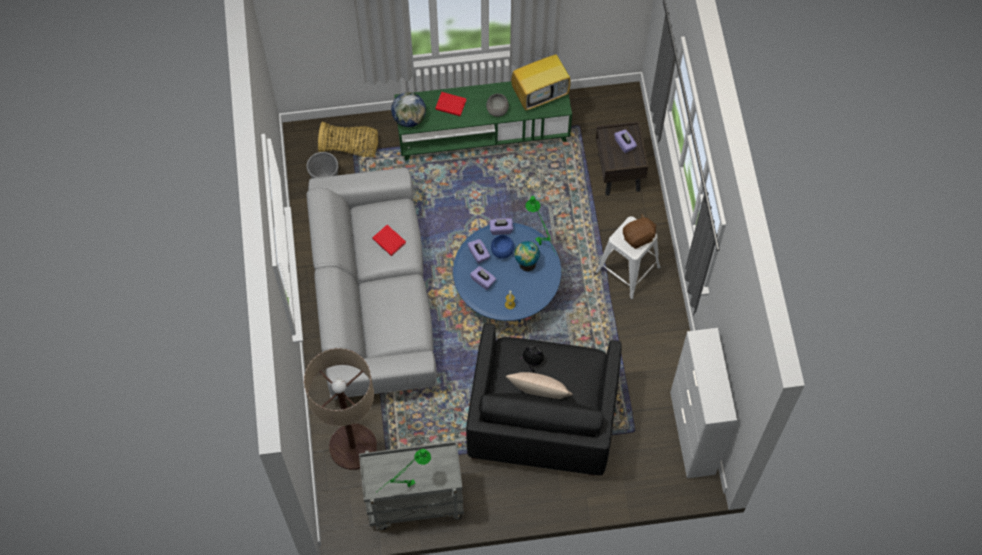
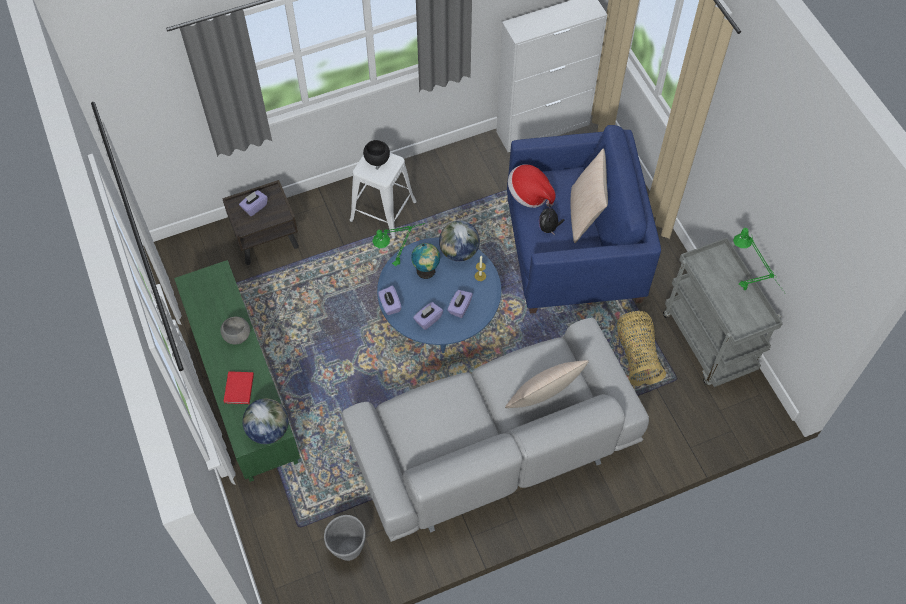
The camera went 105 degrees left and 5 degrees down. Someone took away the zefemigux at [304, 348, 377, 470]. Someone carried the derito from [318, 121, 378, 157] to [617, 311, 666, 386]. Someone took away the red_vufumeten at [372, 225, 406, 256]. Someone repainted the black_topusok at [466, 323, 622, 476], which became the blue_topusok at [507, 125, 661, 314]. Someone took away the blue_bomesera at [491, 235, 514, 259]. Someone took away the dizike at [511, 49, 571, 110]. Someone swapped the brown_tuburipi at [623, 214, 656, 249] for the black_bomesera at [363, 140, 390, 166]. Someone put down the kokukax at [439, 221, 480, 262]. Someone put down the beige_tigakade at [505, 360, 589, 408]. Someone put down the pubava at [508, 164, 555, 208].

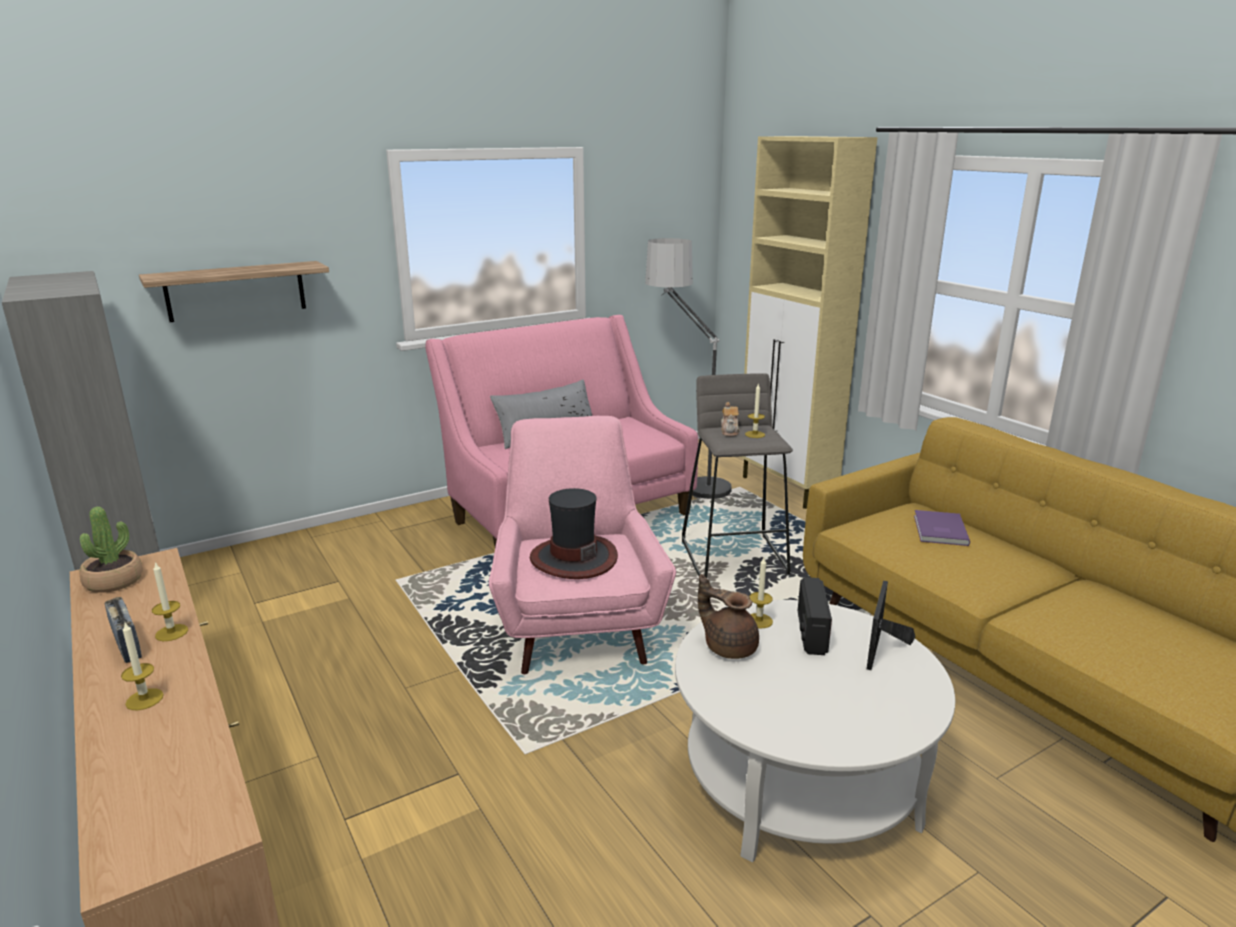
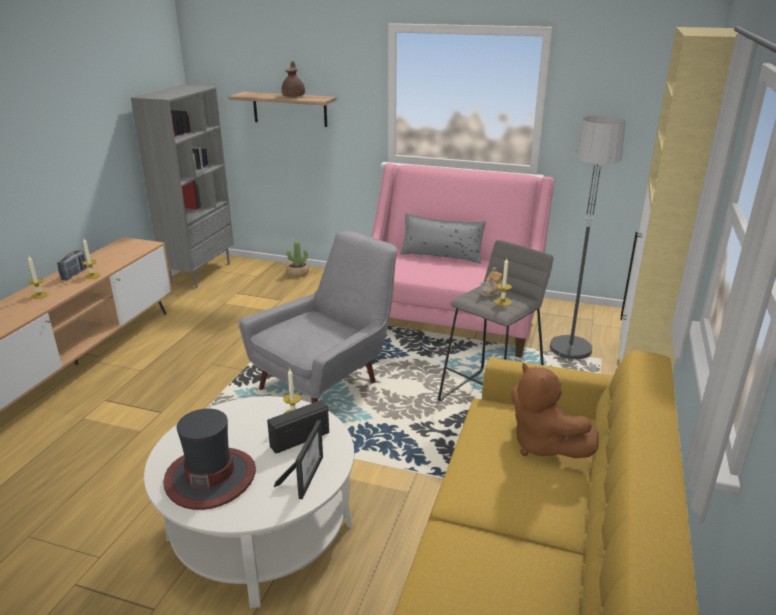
The camera went 50 degrees right and 5 degrees up. Someone carried the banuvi from [79, 507, 143, 593] to [286, 241, 309, 277]. Someone repainted the pink_topusok at [489, 416, 676, 674], which became the grey_topusok at [238, 230, 397, 403]. Someone carried the pubava from [530, 488, 618, 579] to [163, 409, 256, 510]. Someone carried the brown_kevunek from [698, 574, 759, 659] to [282, 61, 305, 97]. Someone rotated the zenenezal at [867, 581, 915, 670] by 120 degrees clockwise. Someone swapped the purple_vufumeten at [914, 510, 970, 546] for the brown_tuburipi at [511, 362, 599, 458].

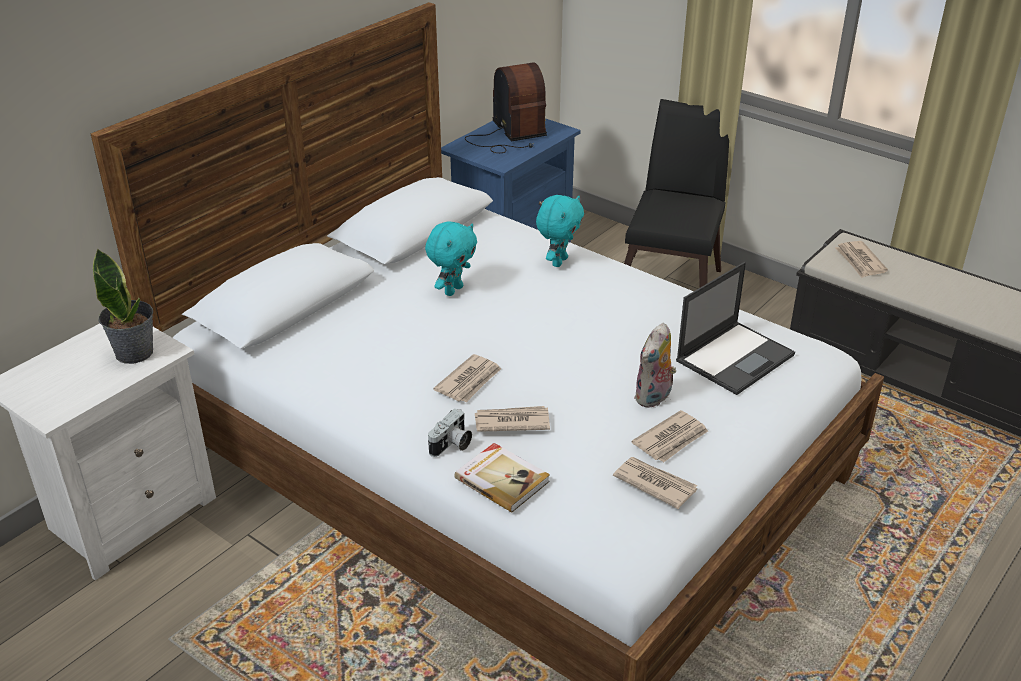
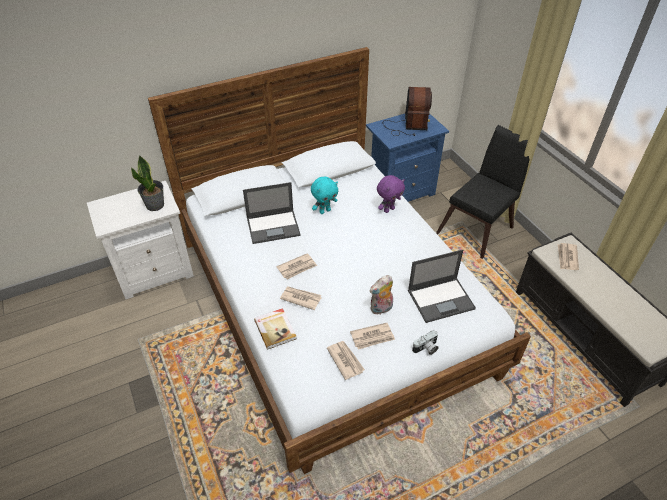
The camera went 25 degrees right and 10 degrees up. Someone carried the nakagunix from [428, 409, 472, 457] to [412, 330, 439, 355]. Someone repainted the turquoise_tuburipi at [536, 195, 584, 267], which became the purple_tuburipi at [377, 175, 405, 213]. Someone put down the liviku at [243, 182, 301, 244].

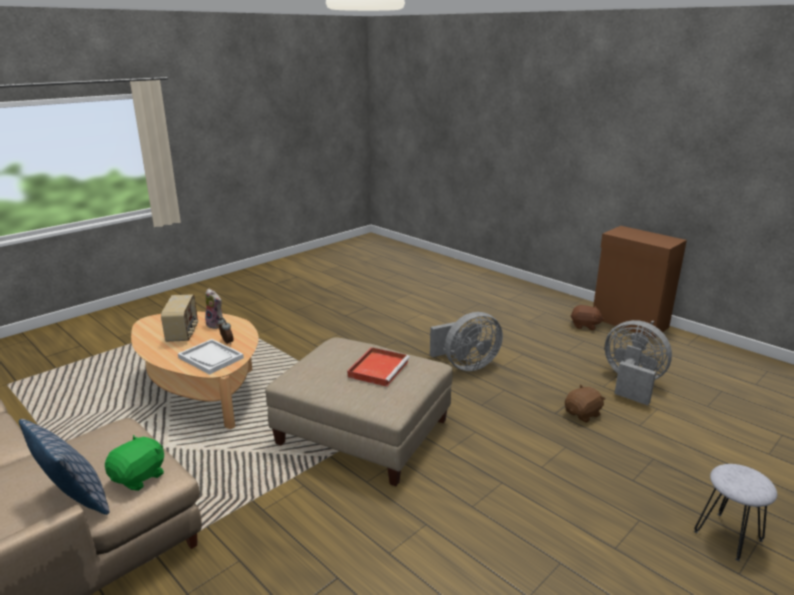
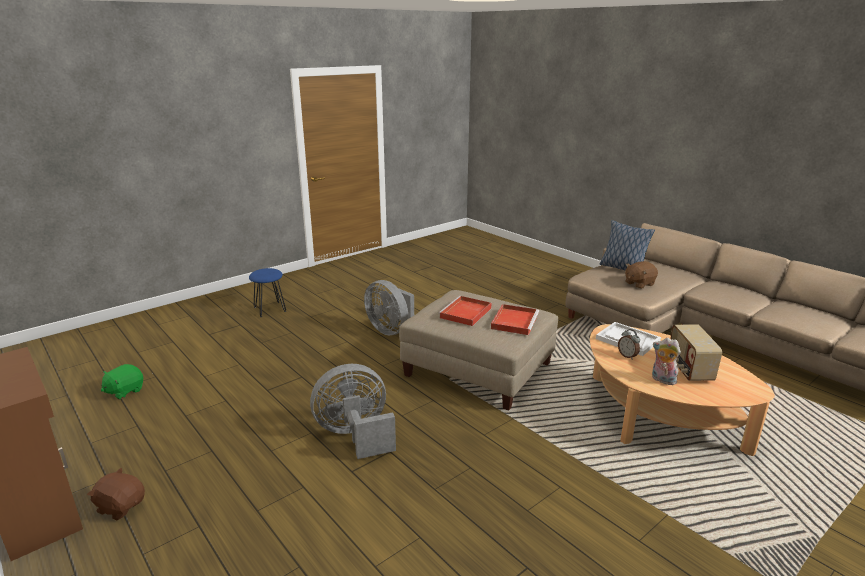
The camera went 175 degrees left and 0 degrees up. Someone carried the green_tuburipi from [105, 435, 164, 491] to [101, 364, 143, 400]. Someone carried the brown_tuburipi from [565, 384, 606, 423] to [625, 261, 658, 289]. Someone carried the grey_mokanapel from [605, 320, 672, 405] to [364, 280, 414, 335]. Someone repainted the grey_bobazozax at [694, 464, 777, 561], which became the blue_bobazozax at [249, 268, 286, 317]. Someone put down the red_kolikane at [491, 304, 539, 335].

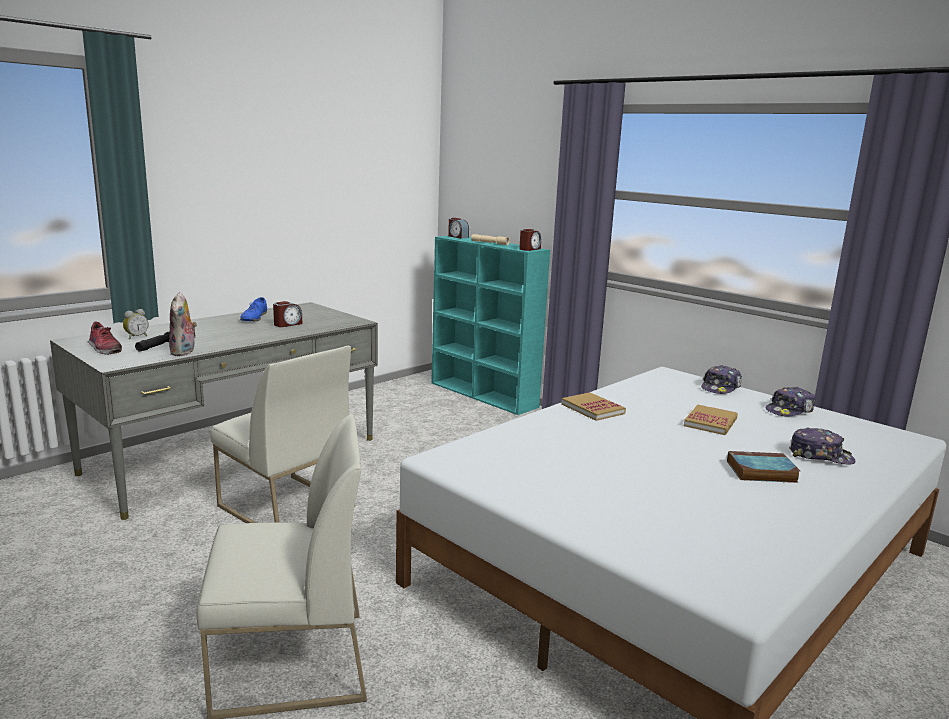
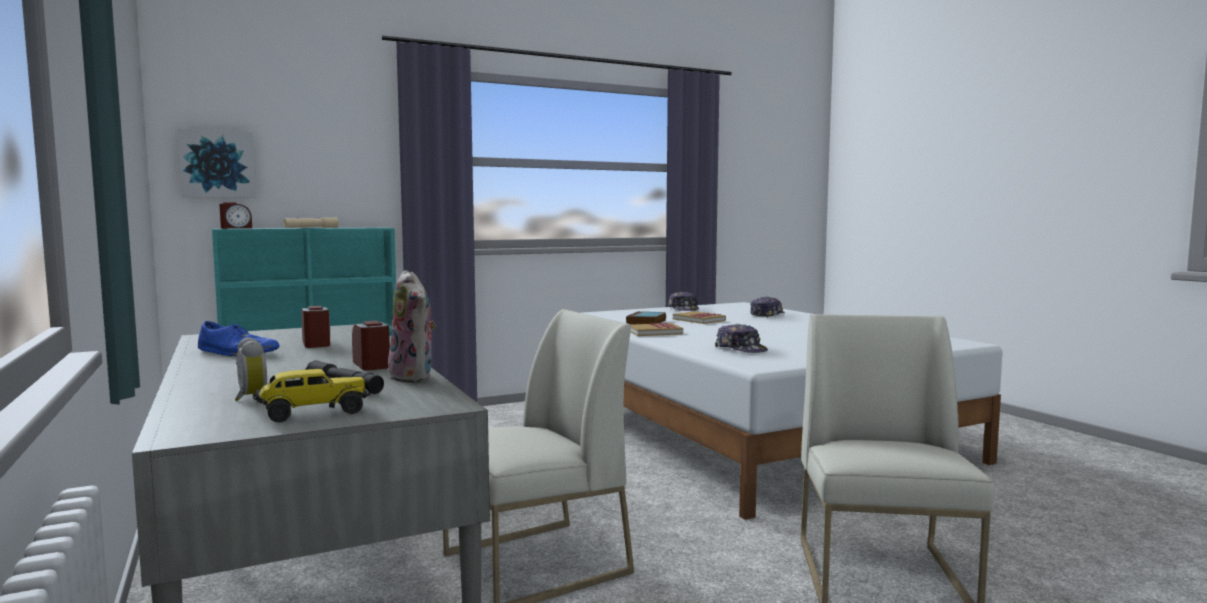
The camera went 70 degrees left and 10 degrees down. Someone swapped the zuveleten at [88, 322, 122, 355] for the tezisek at [252, 369, 370, 422]. Someone rotated the tuburipi at [169, 292, 197, 356] by 45 degrees clockwise. Someone carried the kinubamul from [519, 229, 541, 251] to [352, 321, 390, 370]. Someone carried the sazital from [701, 365, 742, 394] to [715, 324, 768, 353]. Someone carried the vufumeten from [727, 451, 800, 483] to [626, 311, 666, 325]. Someone put up the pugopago at [177, 128, 256, 198].

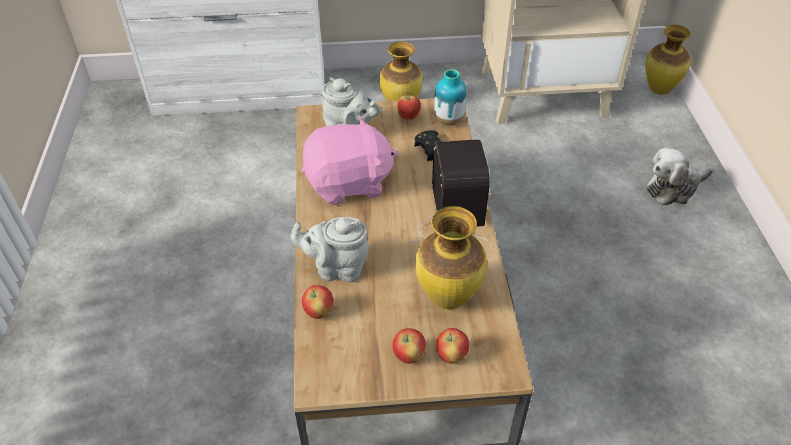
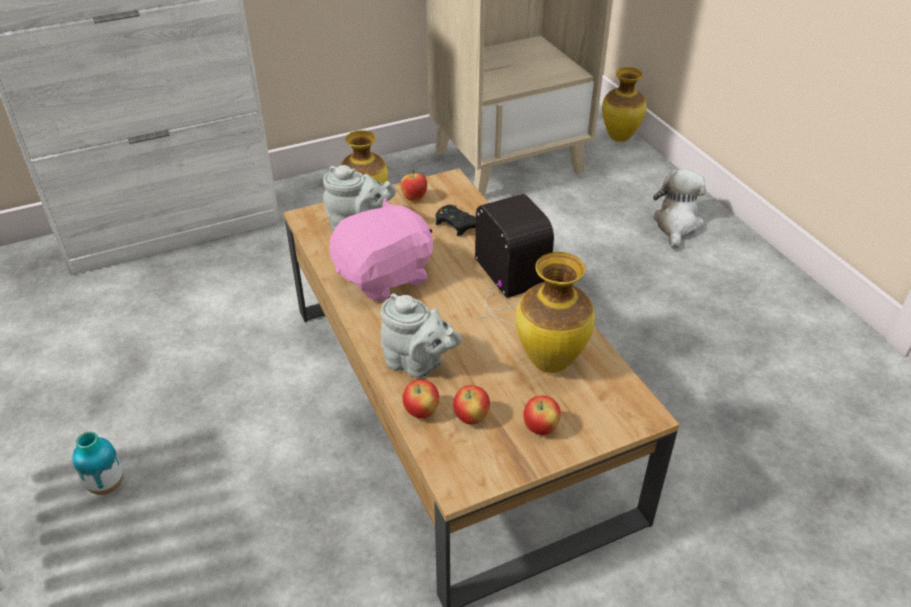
The camera went 20 degrees left and 5 degrees down. Someone rotated the grey_kevunek at [290, 217, 371, 282] by 135 degrees counterclockwise. Someone carried the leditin from [434, 69, 467, 125] to [73, 432, 123, 495]. Someone carried the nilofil from [436, 328, 469, 364] to [453, 385, 490, 425]. Someone rotated the tuburipi at [646, 147, 714, 205] by 150 degrees clockwise.

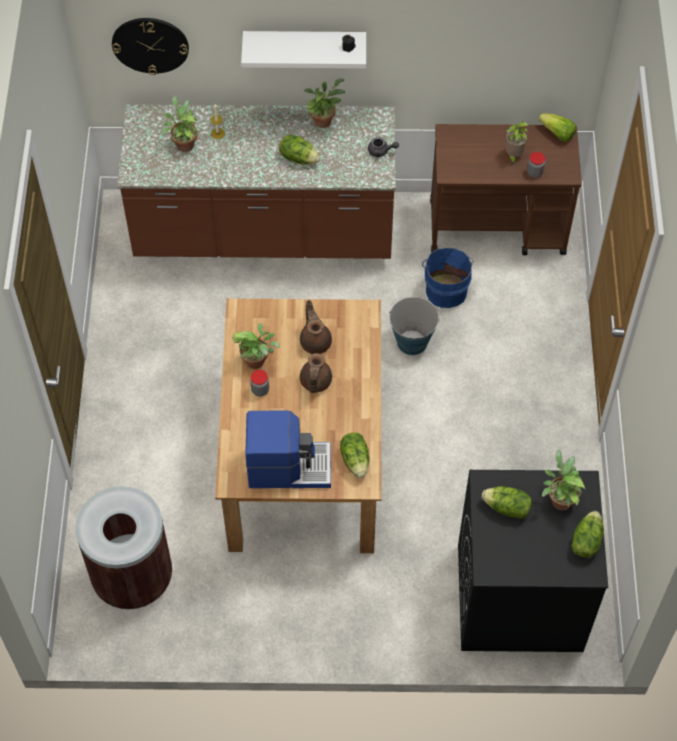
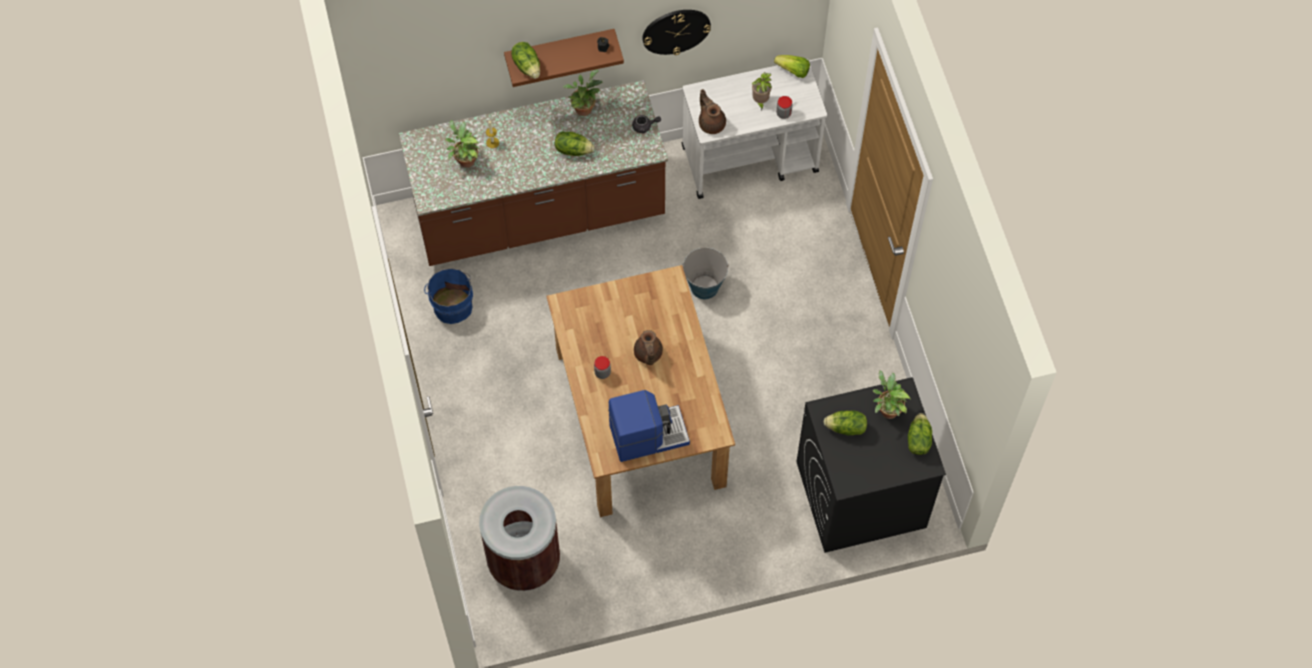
The camera went 15 degrees left and 5 degrees up. Someone carried the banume from [112, 18, 189, 75] to [642, 10, 711, 55]. Someone took away the banuvi at [232, 323, 280, 369]. Someone repainted the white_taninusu at [241, 31, 366, 68], which became the brown_taninusu at [504, 29, 624, 87]. Someone carried the brown_kevunek from [300, 300, 332, 354] to [699, 89, 726, 134]. Someone carried the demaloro from [340, 432, 369, 478] to [511, 42, 540, 79]. Someone carried the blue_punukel from [422, 247, 474, 308] to [424, 268, 473, 324]. Someone repainted the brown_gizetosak at [430, 124, 582, 255], which became the white_gizetosak at [681, 59, 827, 199].

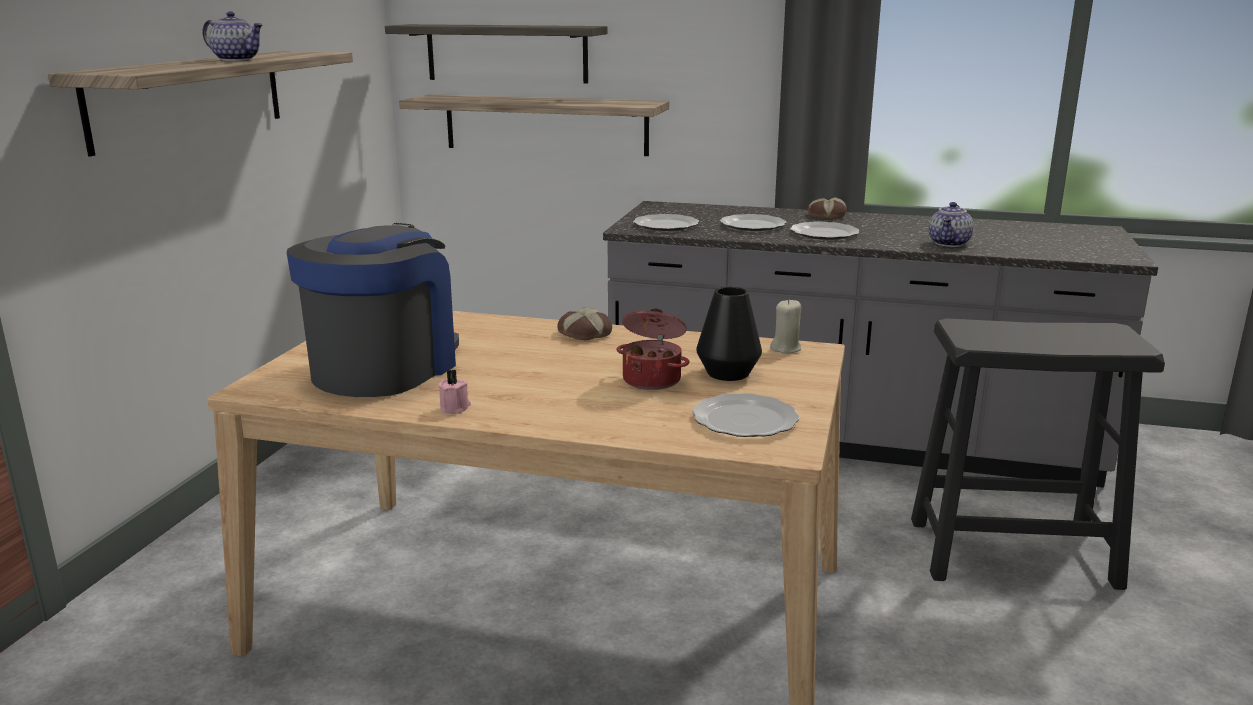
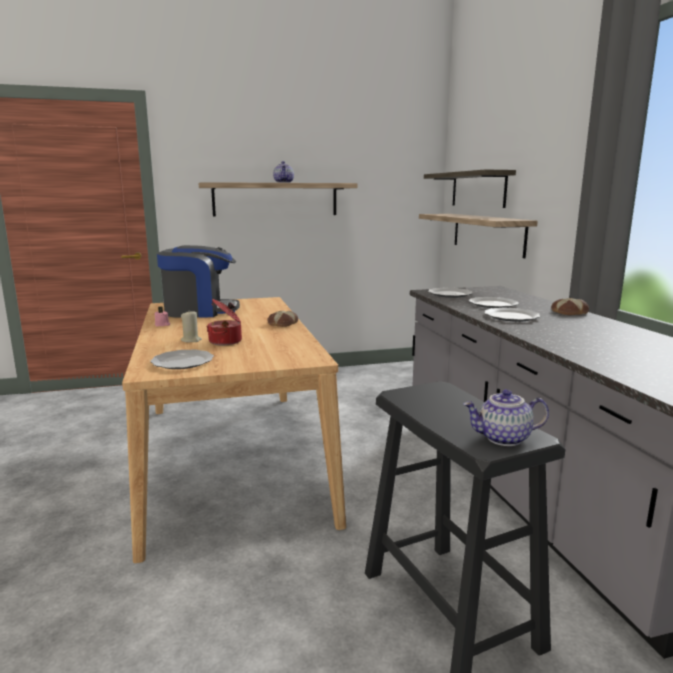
The camera went 60 degrees right and 5 degrees down. Someone took away the black_leditin at [696, 287, 762, 381]. Someone carried the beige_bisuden from [770, 299, 801, 353] to [181, 311, 202, 342]. Someone carried the kevunek from [929, 202, 974, 247] to [463, 389, 549, 446].

